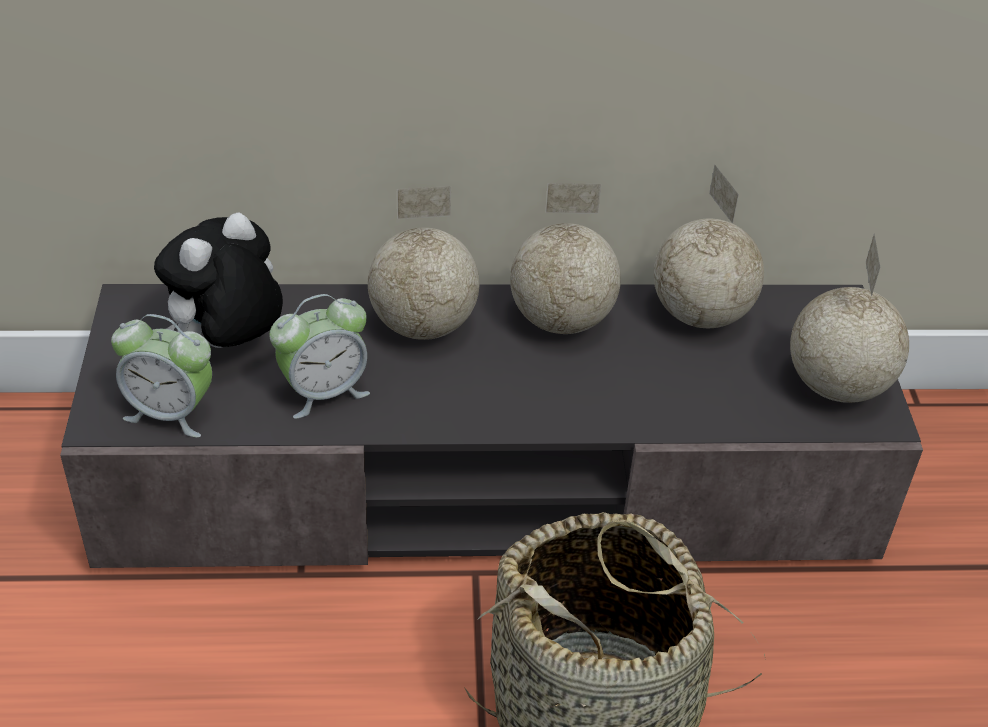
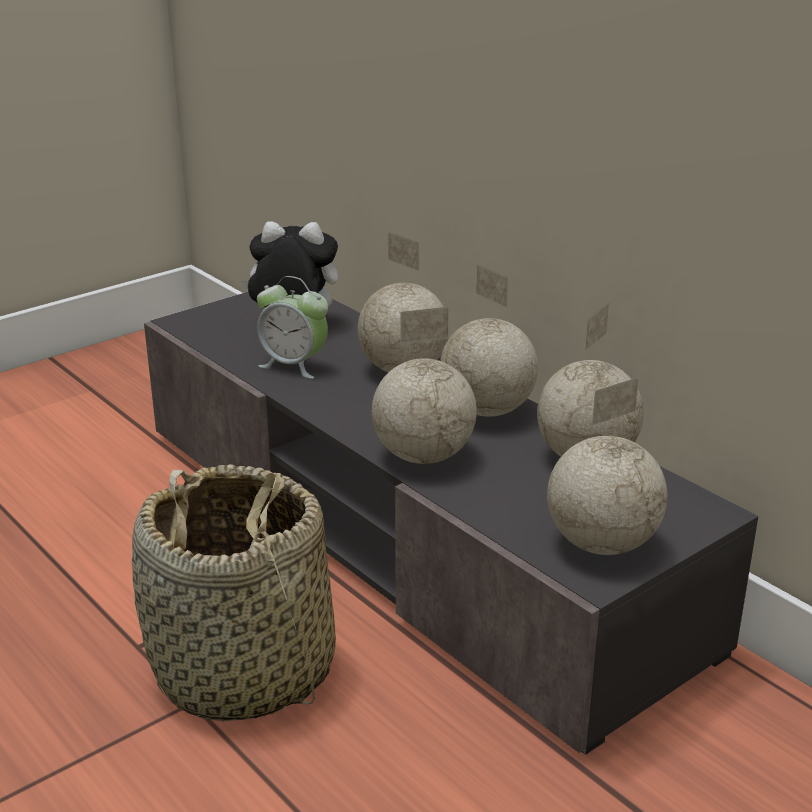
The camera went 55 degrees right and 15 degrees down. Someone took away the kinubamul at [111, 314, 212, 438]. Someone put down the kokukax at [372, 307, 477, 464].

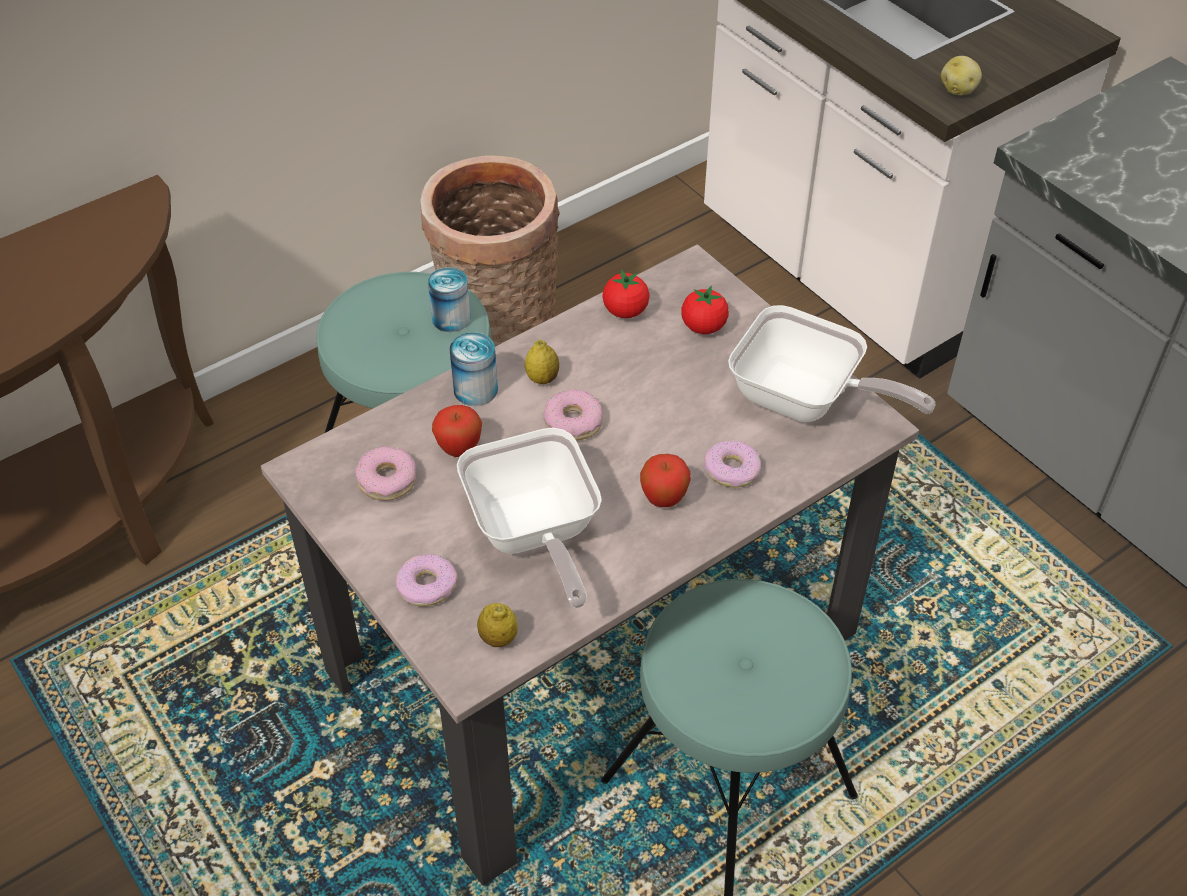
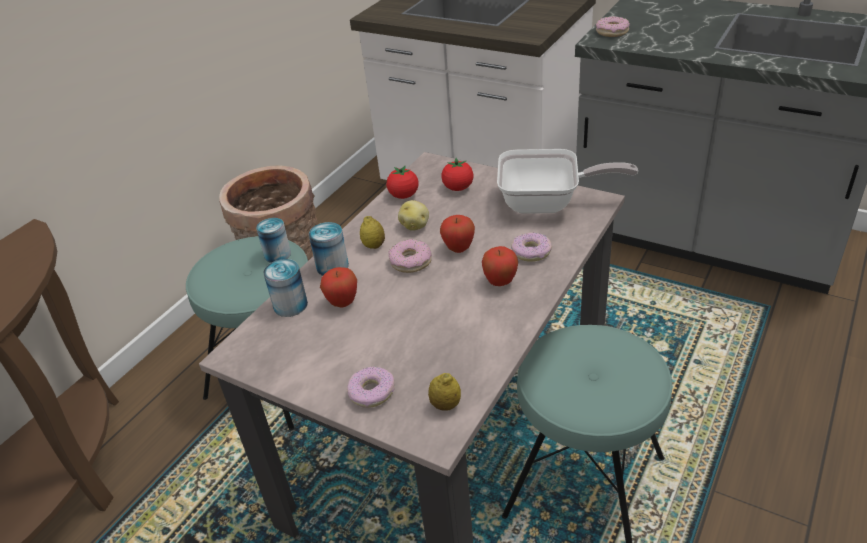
The camera went 20 degrees left and 10 degrees down. Someone carried the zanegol from [355, 446, 416, 500] to [596, 16, 630, 37]. Someone took away the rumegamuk at [457, 427, 602, 608]. Someone carried the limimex from [941, 56, 982, 95] to [398, 200, 429, 231]. Someone put down the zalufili at [264, 259, 308, 317]. Someone put down the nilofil at [440, 215, 475, 253].

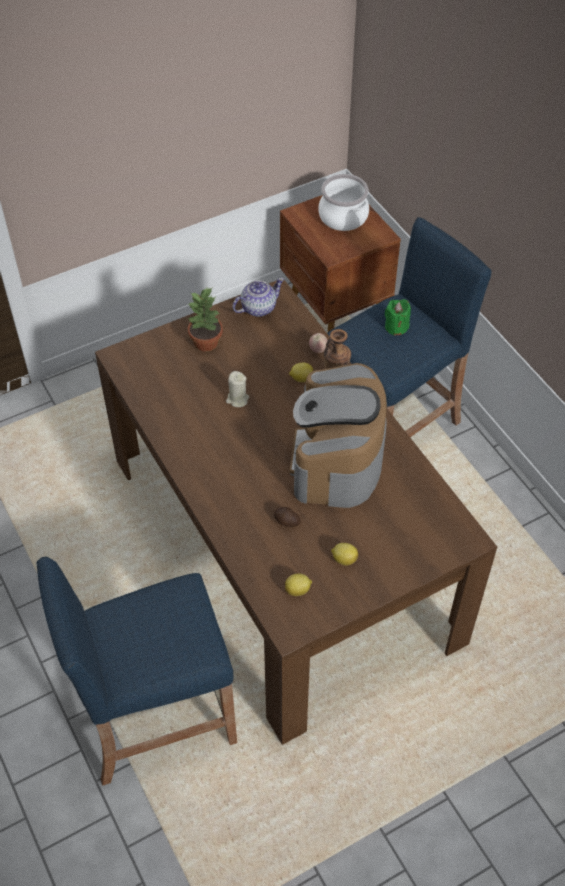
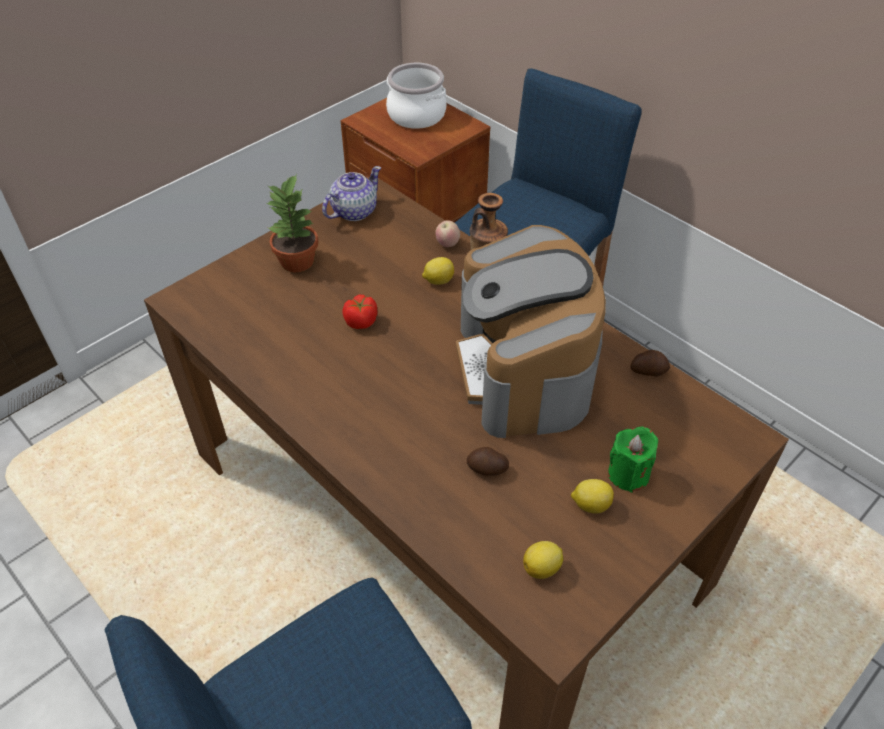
The camera went 15 degrees left and 5 degrees down. Someone swapped the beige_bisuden at [226, 371, 249, 407] for the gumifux at [342, 295, 377, 329]. Someone carried the green_bisuden from [385, 299, 411, 336] to [608, 427, 658, 493]. Someone put down the limimex at [630, 350, 670, 376].

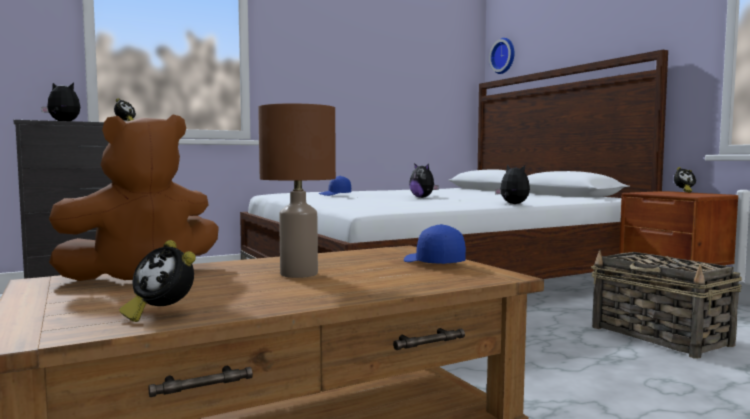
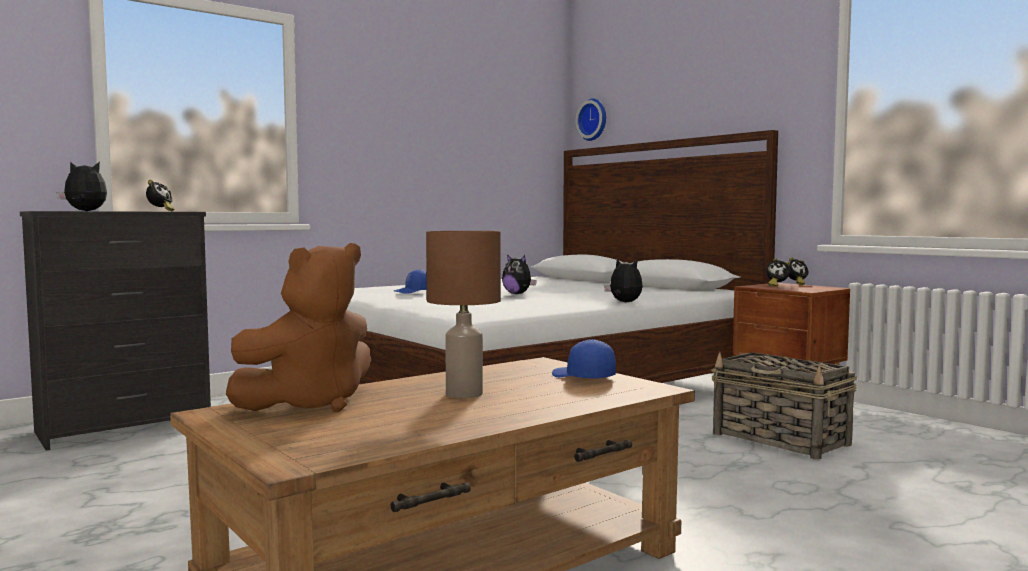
The camera went 10 degrees left and 0 degrees up. Someone carried the kinubamul from [119, 240, 196, 322] to [766, 258, 790, 287].

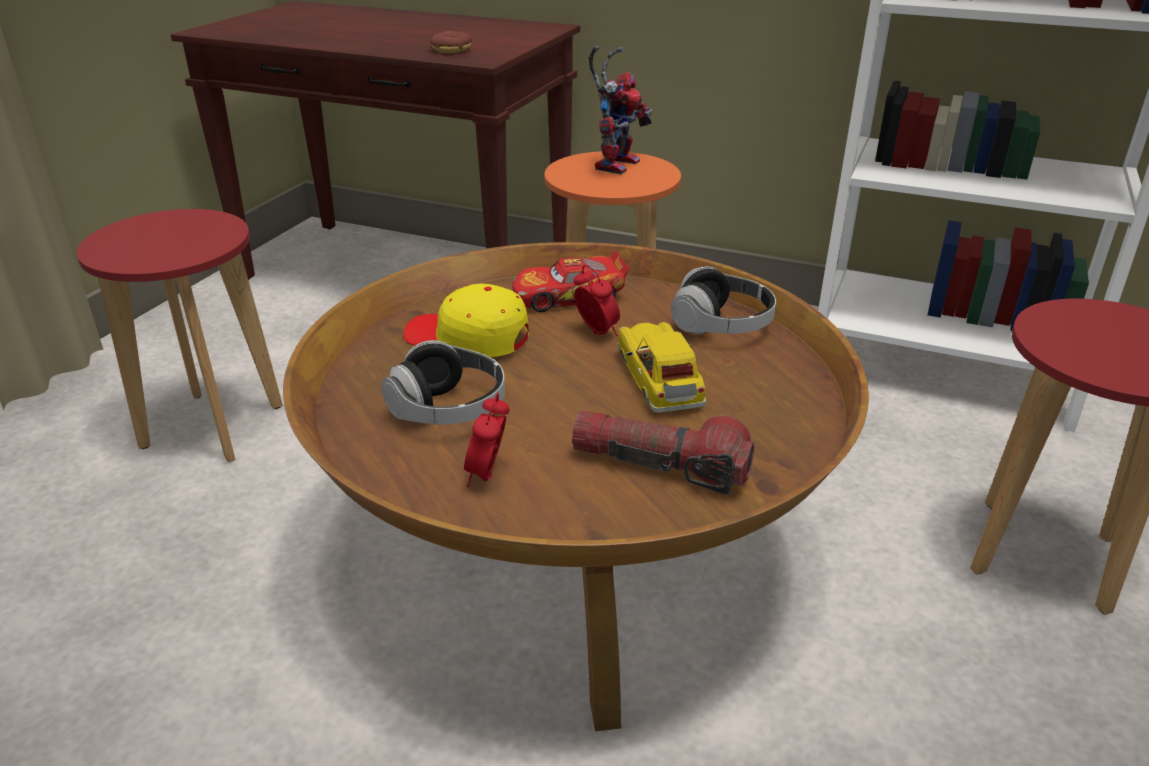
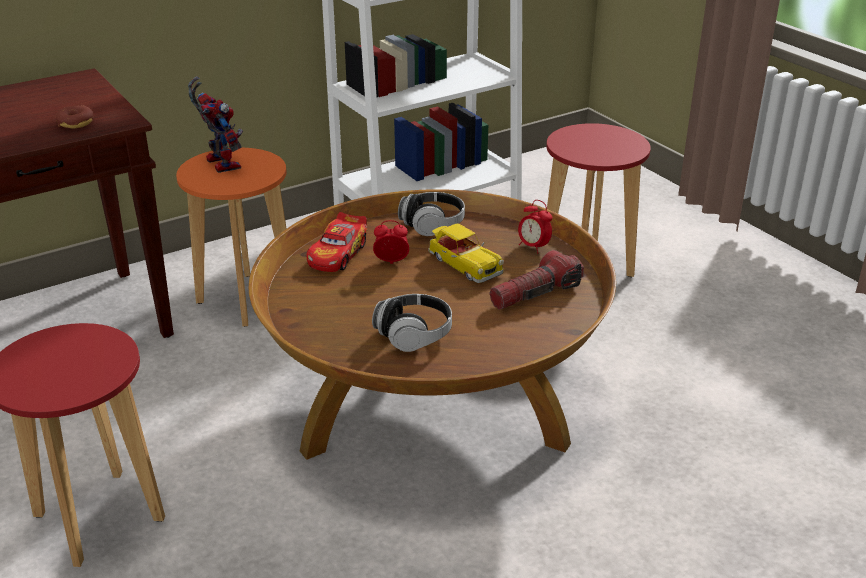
The camera went 55 degrees left and 0 degrees up. Someone took away the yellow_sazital at [403, 283, 529, 357]. Someone carried the kinubamul from [464, 393, 510, 487] to [518, 200, 552, 254]. Someone rotated the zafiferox at [617, 322, 706, 413] by 150 degrees counterclockwise.

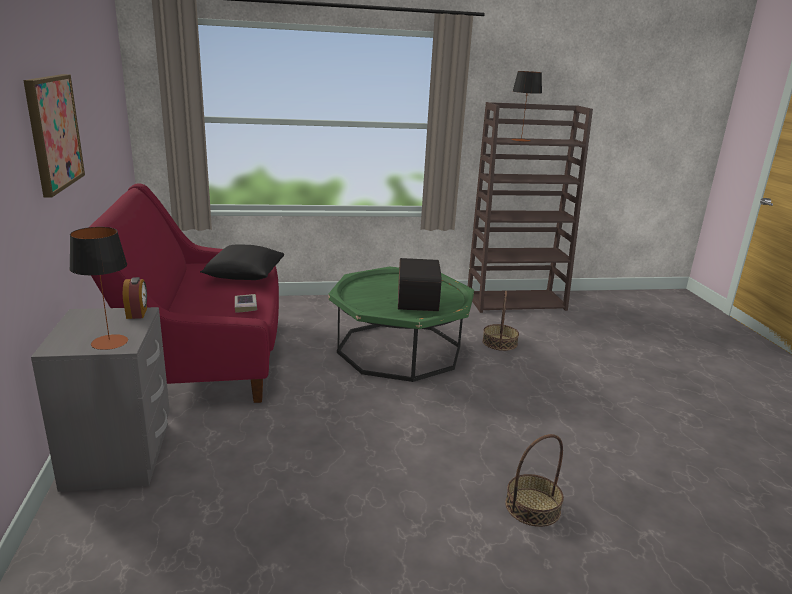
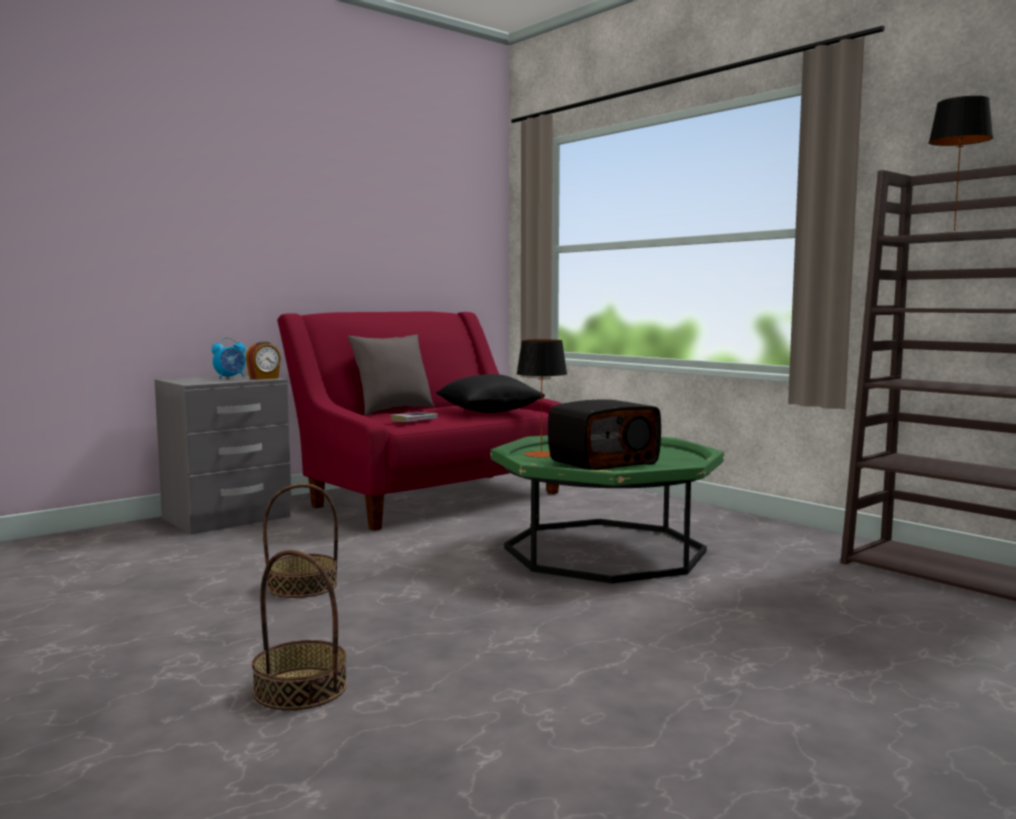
The camera went 60 degrees right and 15 degrees down. Someone took away the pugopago at [23, 74, 85, 198]. Someone carried the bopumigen from [69, 227, 128, 350] to [517, 339, 567, 458]. Someone carried the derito from [482, 291, 519, 351] to [263, 484, 338, 598]. Someone put down the kinubamul at [212, 337, 246, 379]. Someone put down the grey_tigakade at [347, 334, 434, 416].

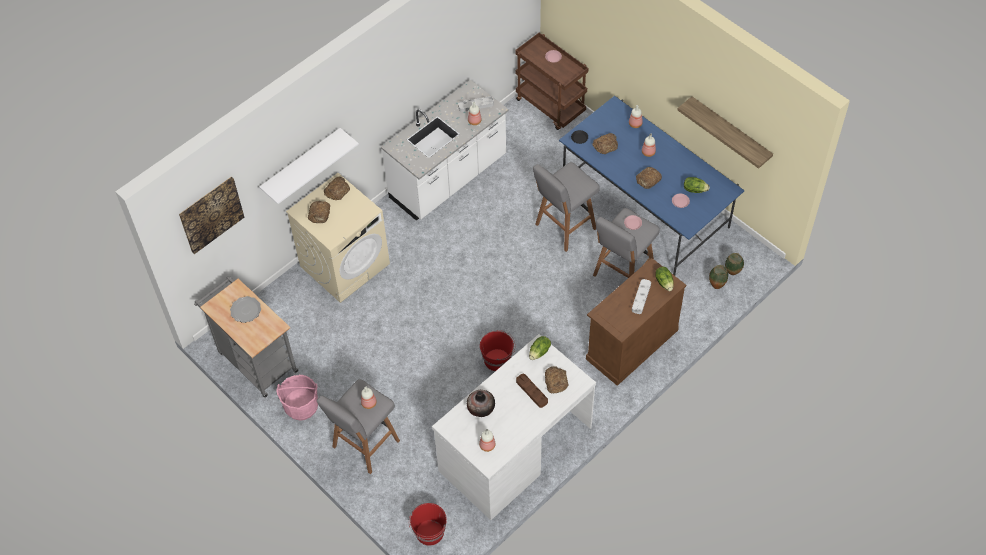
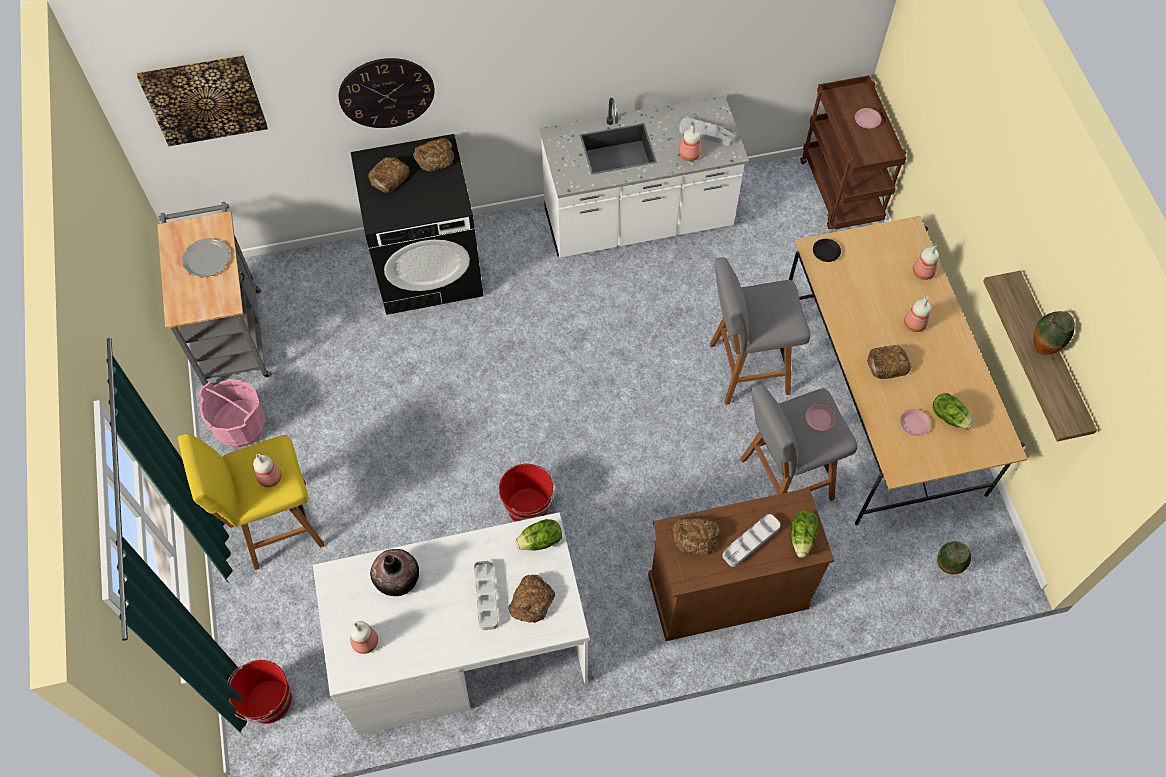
The camera went 30 degrees right and 5 degrees up. Someone swapped the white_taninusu at [259, 128, 359, 204] for the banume at [339, 58, 435, 128]. Someone repainted the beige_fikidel at [286, 173, 390, 303], which became the black_fikidel at [351, 134, 483, 315]. Someone repainted the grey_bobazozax at [317, 379, 400, 474], which became the yellow_bobazozax at [178, 433, 325, 570]. Someone repainted the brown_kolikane at [516, 374, 548, 408], which became the grey_kolikane at [474, 561, 498, 630]. Someone repainted the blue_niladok at [559, 96, 745, 276], which became the beige_niladok at [789, 216, 1028, 525]. Someone carried the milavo from [592, 133, 618, 154] to [672, 517, 720, 555]. Someone carried the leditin from [709, 265, 728, 289] to [1033, 311, 1075, 355].

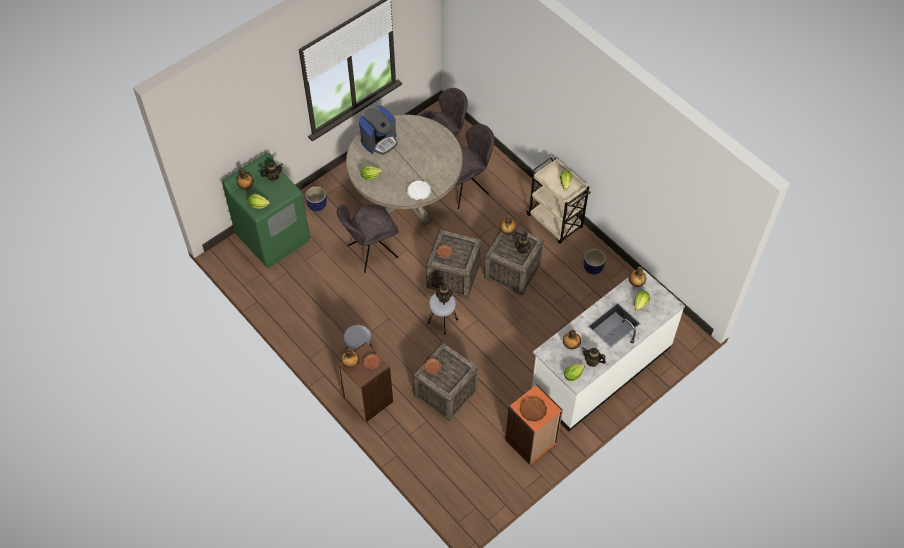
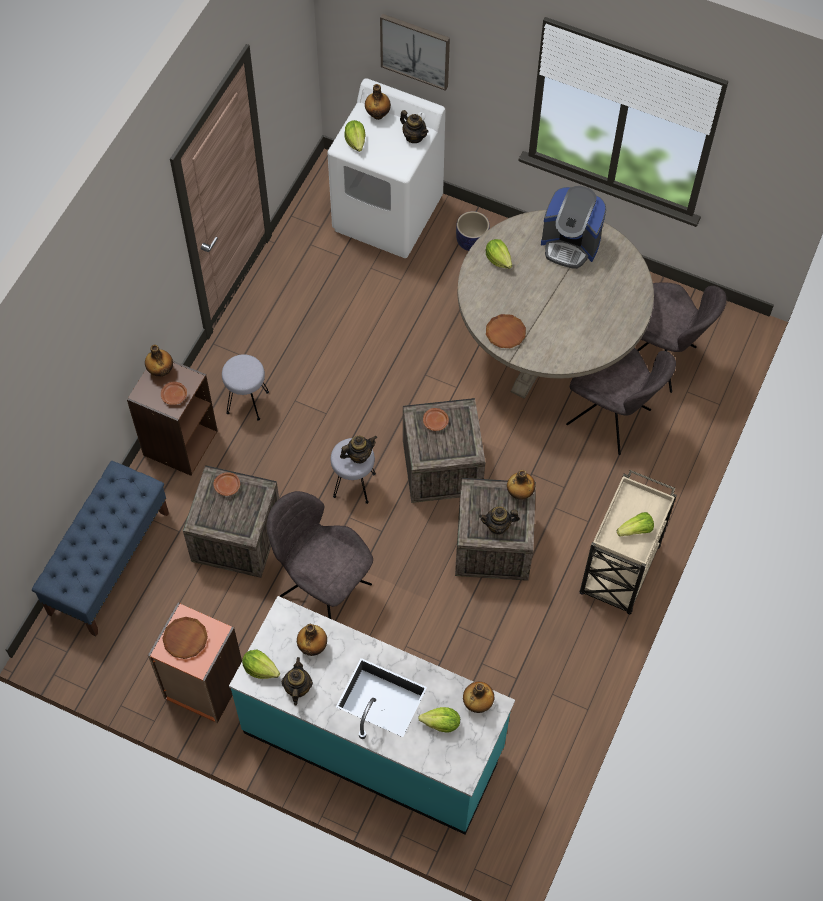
The camera went 65 degrees right and 5 degrees up. Someone repainted the green_fikidel at [222, 152, 310, 268], which became the white_fikidel at [327, 78, 445, 258]. Someone carried the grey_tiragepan from [337, 204, 398, 273] to [267, 491, 373, 619]. Someone repainted the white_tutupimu at [407, 181, 431, 200], which became the brown_tutupimu at [486, 314, 526, 348]. Someone repainted the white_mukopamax at [532, 268, 685, 431], which became the turquoise_mukopamax at [229, 596, 515, 835]. Someone took away the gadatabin at [583, 249, 606, 274]. Someone put down the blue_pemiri at [32, 461, 169, 637]. Someone put up the pugopago at [380, 13, 450, 91].

